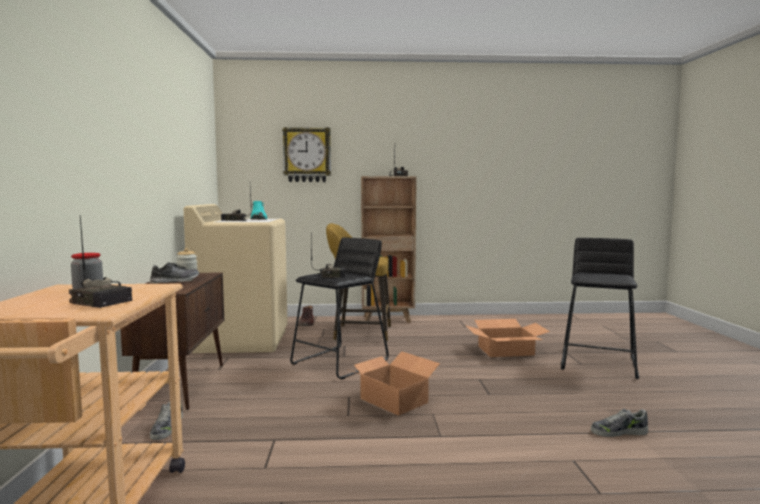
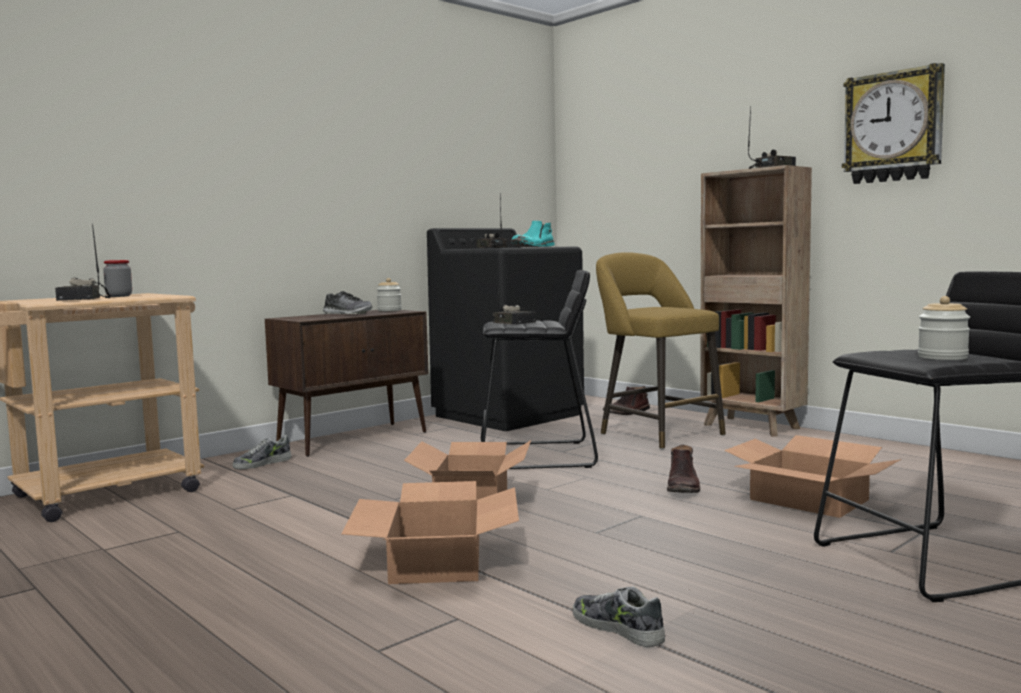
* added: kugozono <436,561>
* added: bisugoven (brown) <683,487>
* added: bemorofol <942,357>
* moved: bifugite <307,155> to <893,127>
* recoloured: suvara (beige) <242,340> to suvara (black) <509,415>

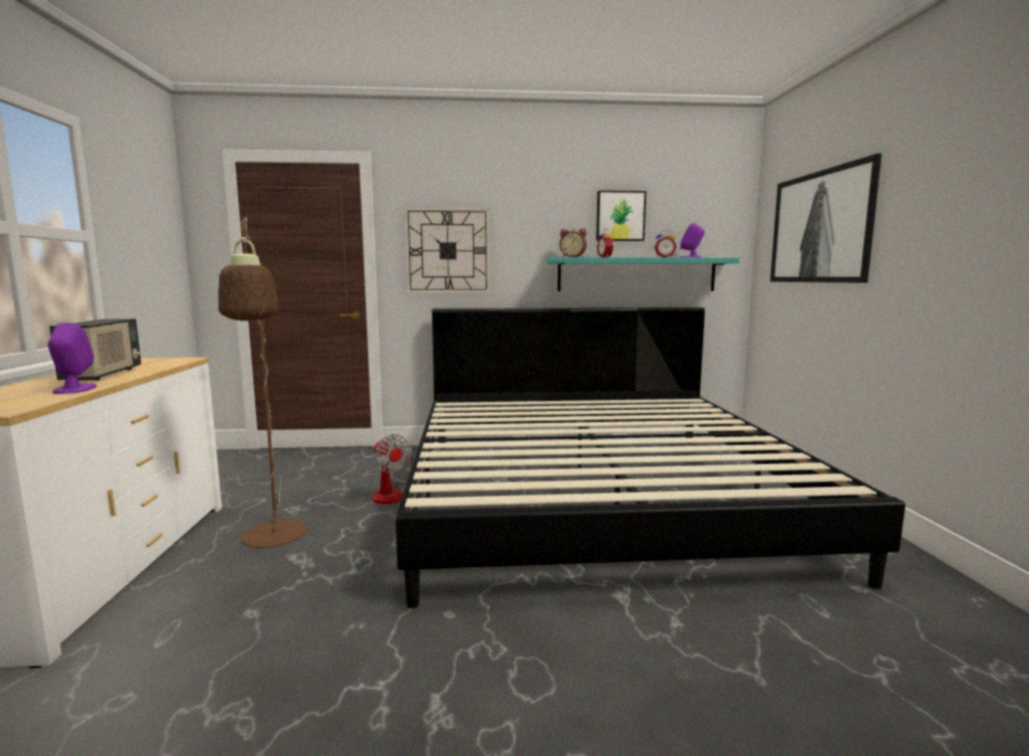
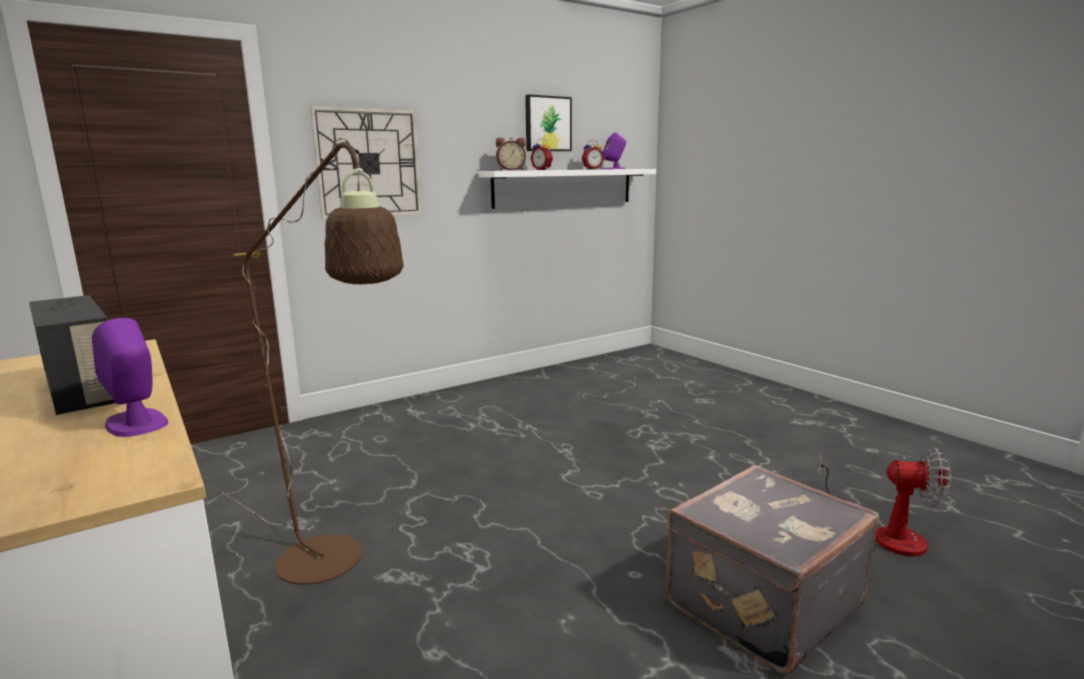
* removed: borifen <596,496>
* removed: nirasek <819,227>
* added: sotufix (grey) <759,603>
* moved: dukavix <392,493> to <884,533>
* recoloured: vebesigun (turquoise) <636,274> to vebesigun (white) <564,187>

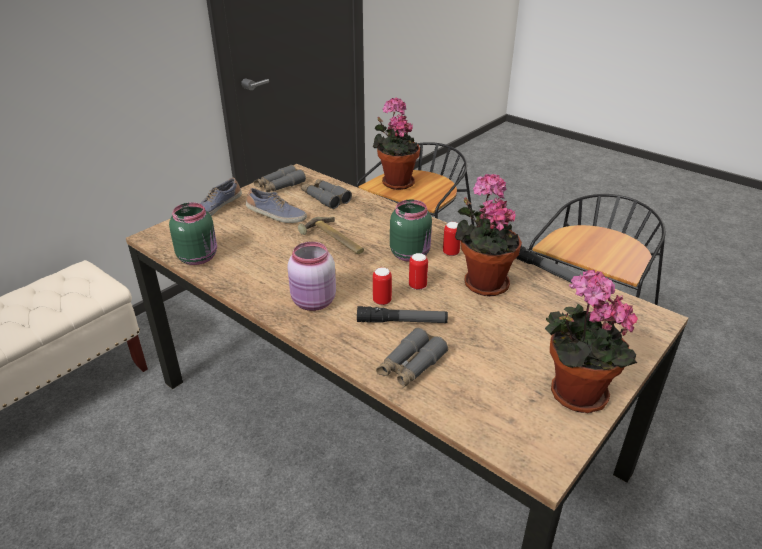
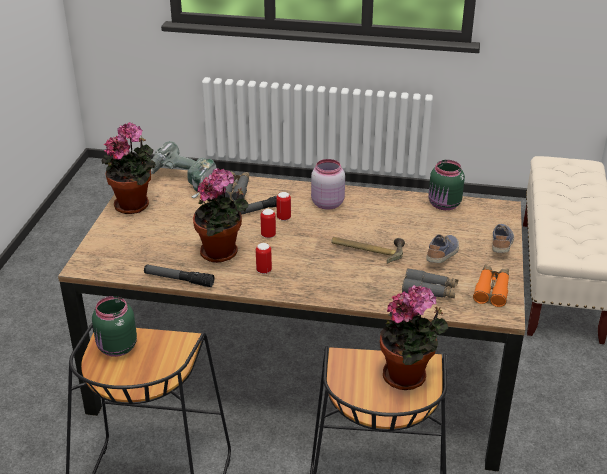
* added: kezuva <180,182>
* moved: bemorofol (green) <411,254> to <116,348>
* recoloured: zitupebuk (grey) <279,186> to zitupebuk (orange) <492,290>
* turned: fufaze <276,216> = <443,255> 135 degrees clockwise

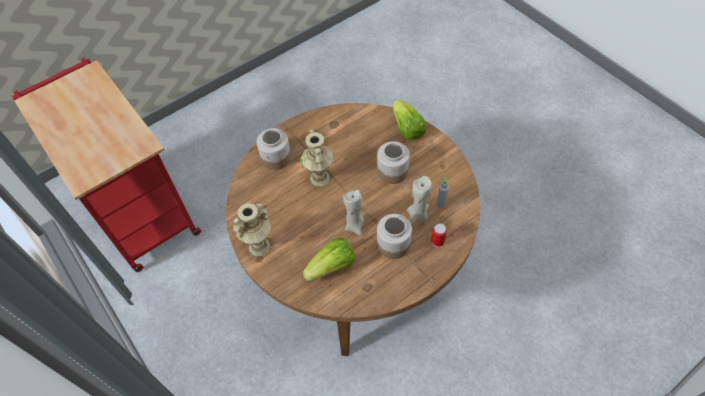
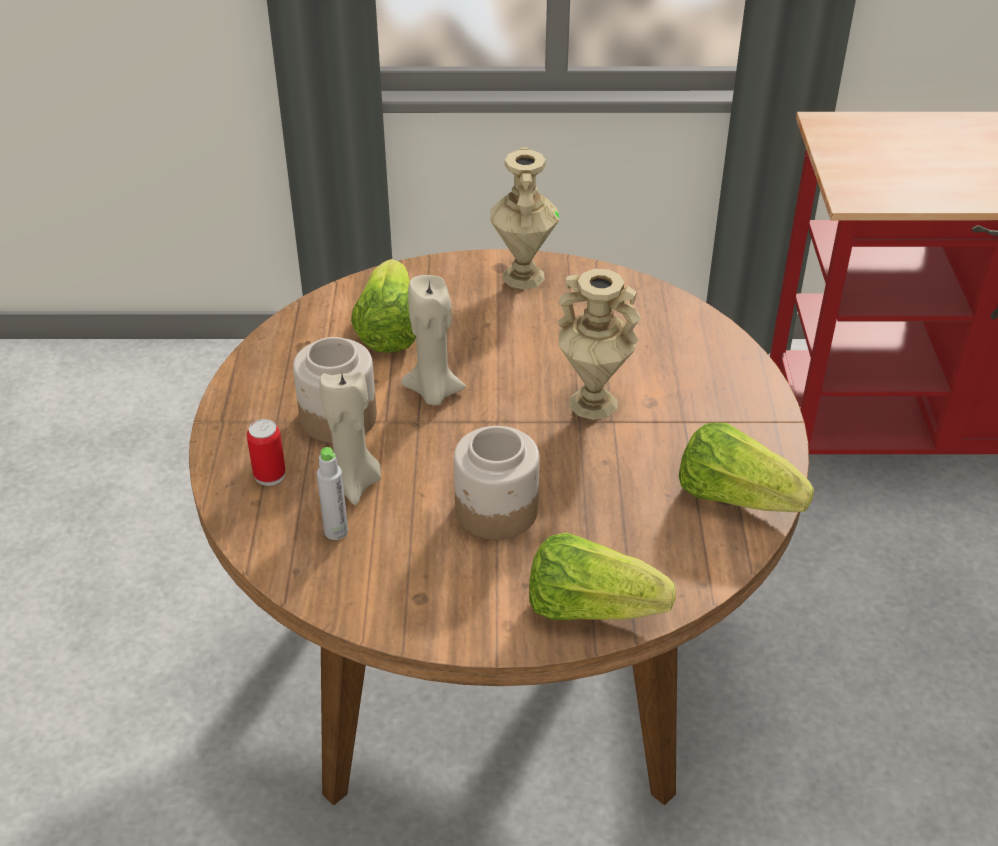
* removed: bemorofol <276,158>
* added: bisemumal <735,497>

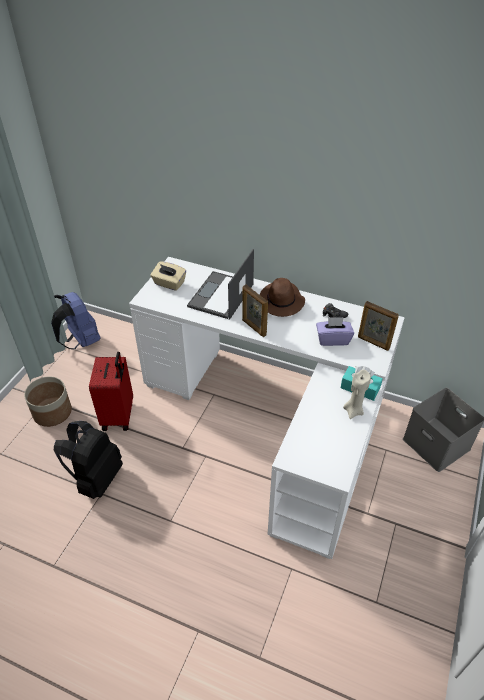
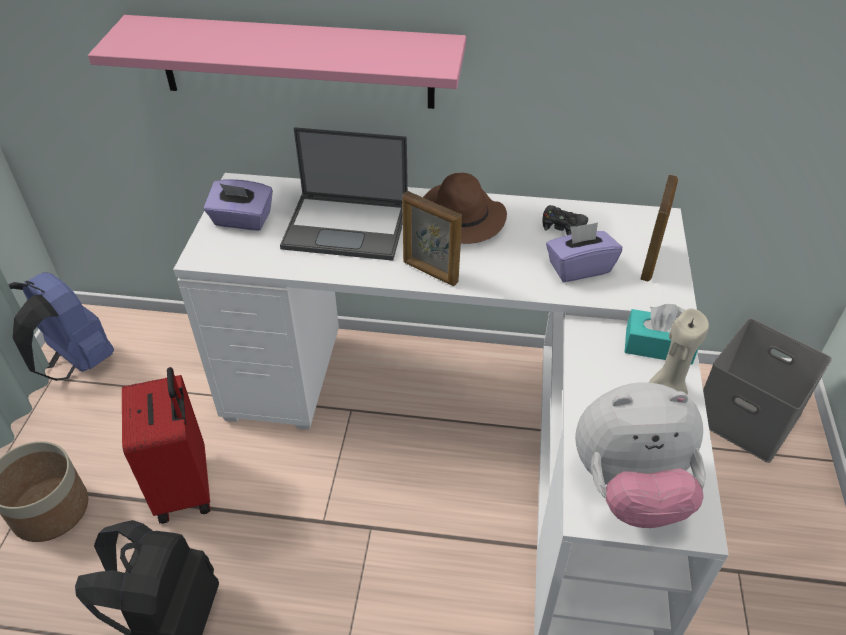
* added: vebesigun (pink) <296,62>
* added: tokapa <630,488>
* recoloured: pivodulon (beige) <169,284> to pivodulon (purple) <242,220>
* turned: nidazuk <221,296> = <348,226> 90 degrees counterclockwise
* turned: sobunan <373,343> = <650,261> 90 degrees counterclockwise

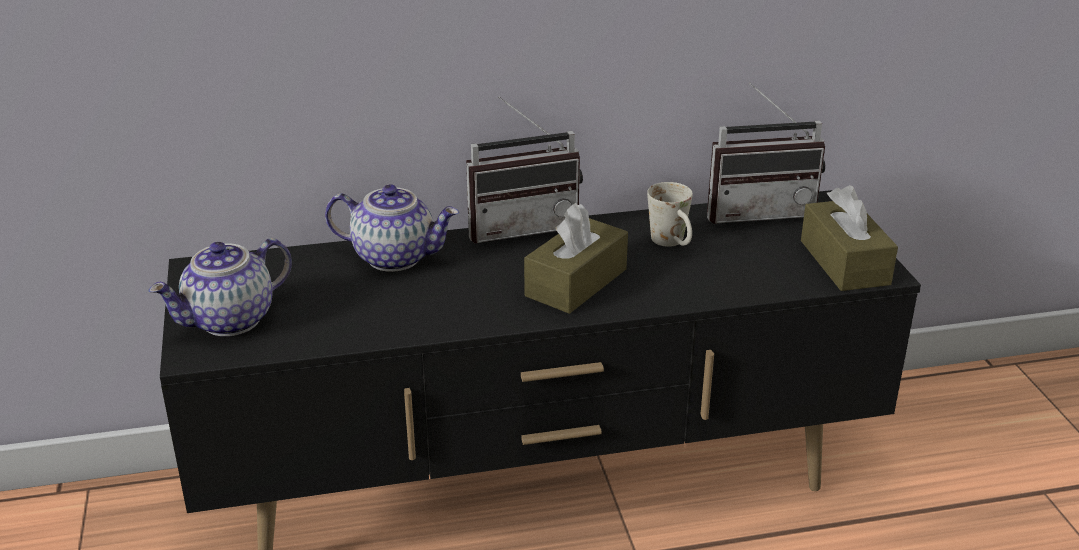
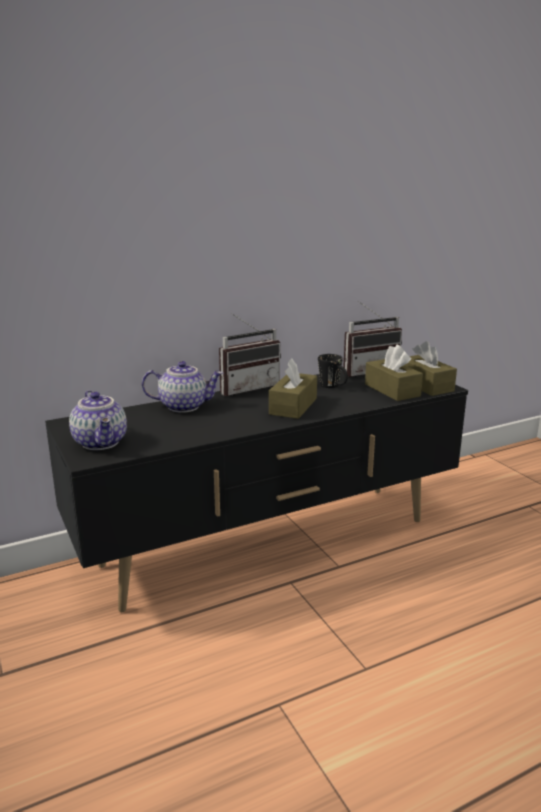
* added: pivodulon (brown) <392,390>
* recoloured: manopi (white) <673,243> to manopi (black) <333,386>
* turned: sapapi <230,321> = <102,442> 60 degrees counterclockwise

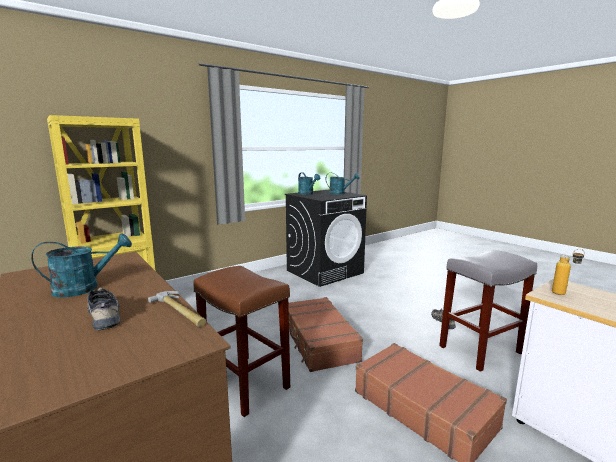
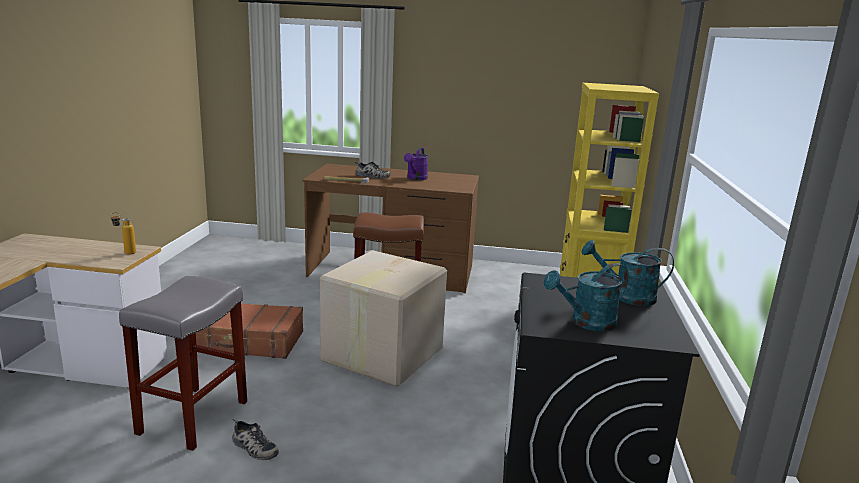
* replaced: sotufix (brown) <318,341> to kugozono <381,355>
* recoloured: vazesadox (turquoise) <85,288> to vazesadox (purple) <416,178>

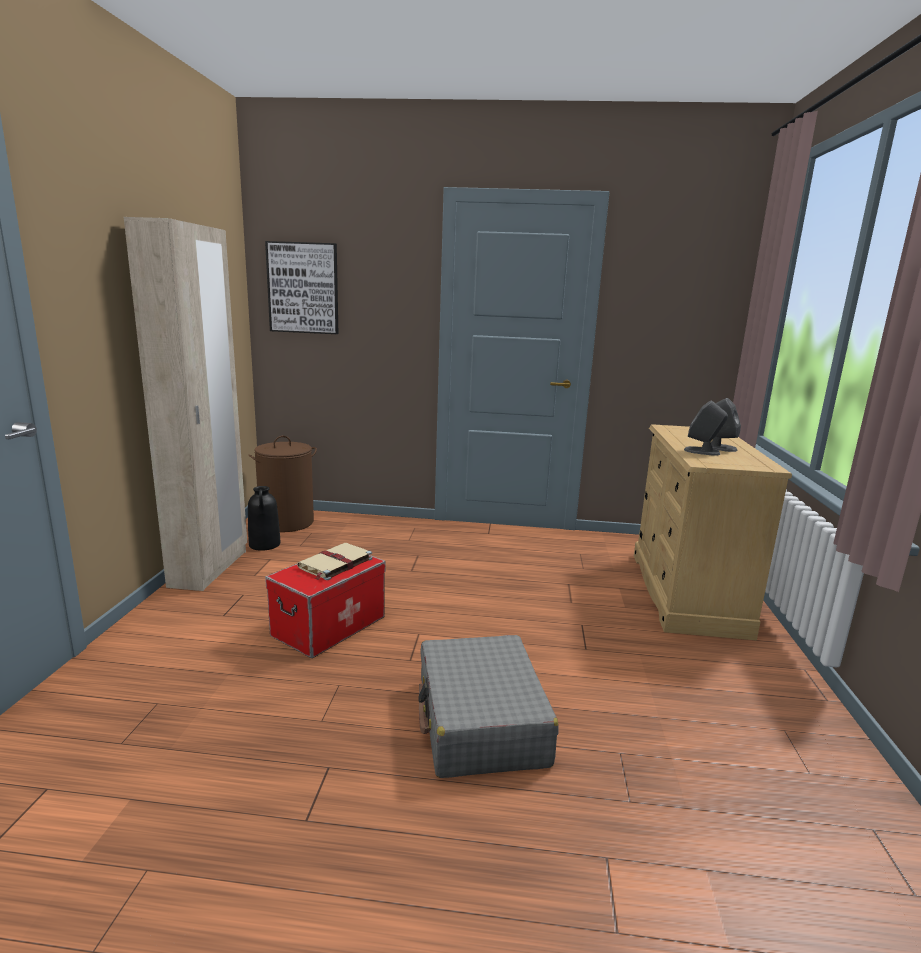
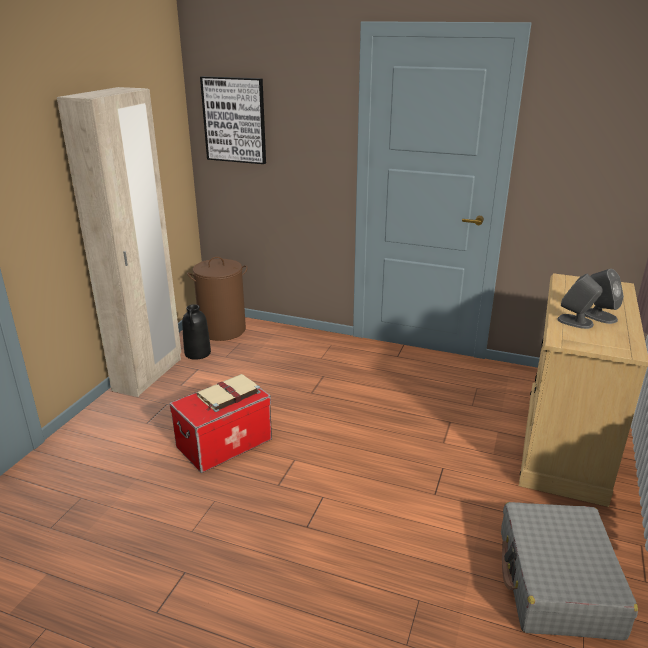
* moved: sotufix (grey) <480,722> to <557,582>

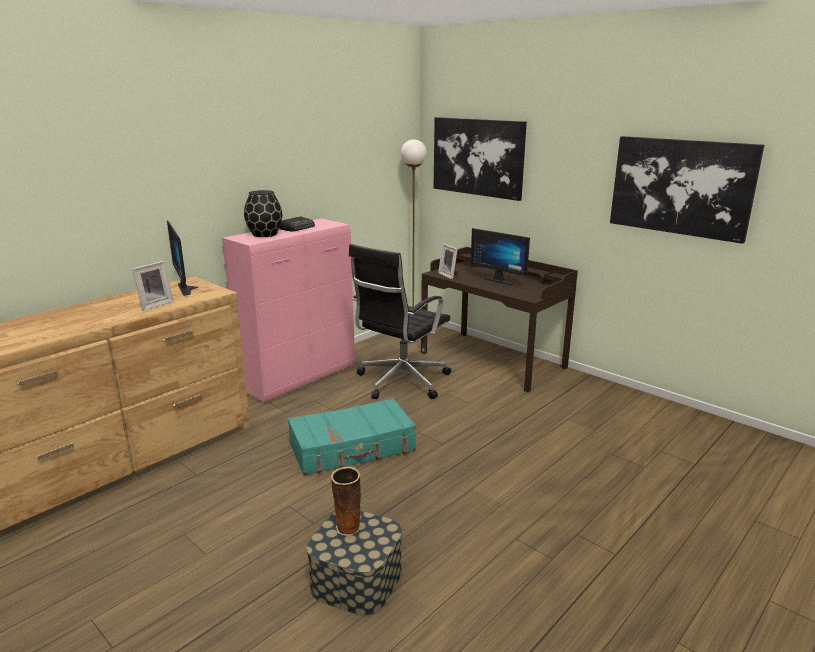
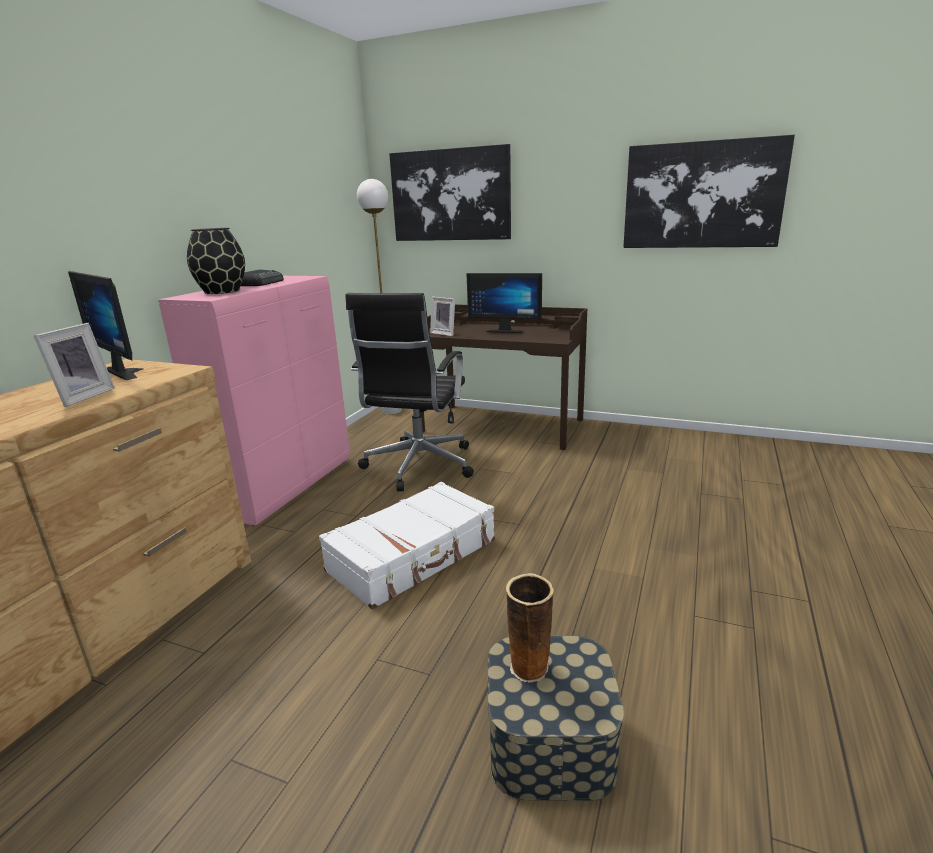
* recoloured: sotufix (turquoise) <352,448> to sotufix (white) <413,556>

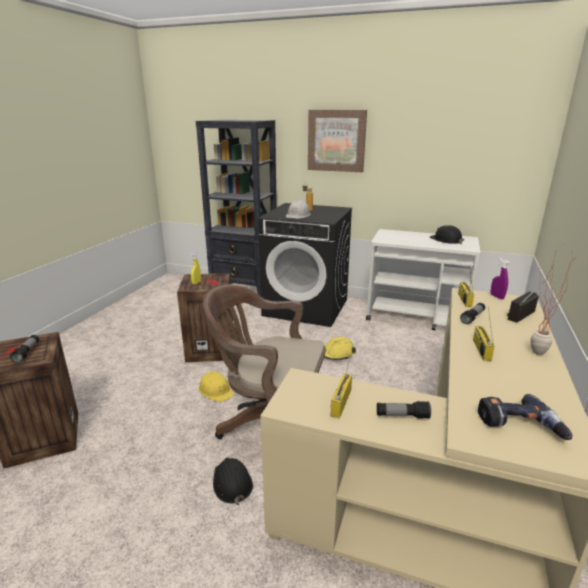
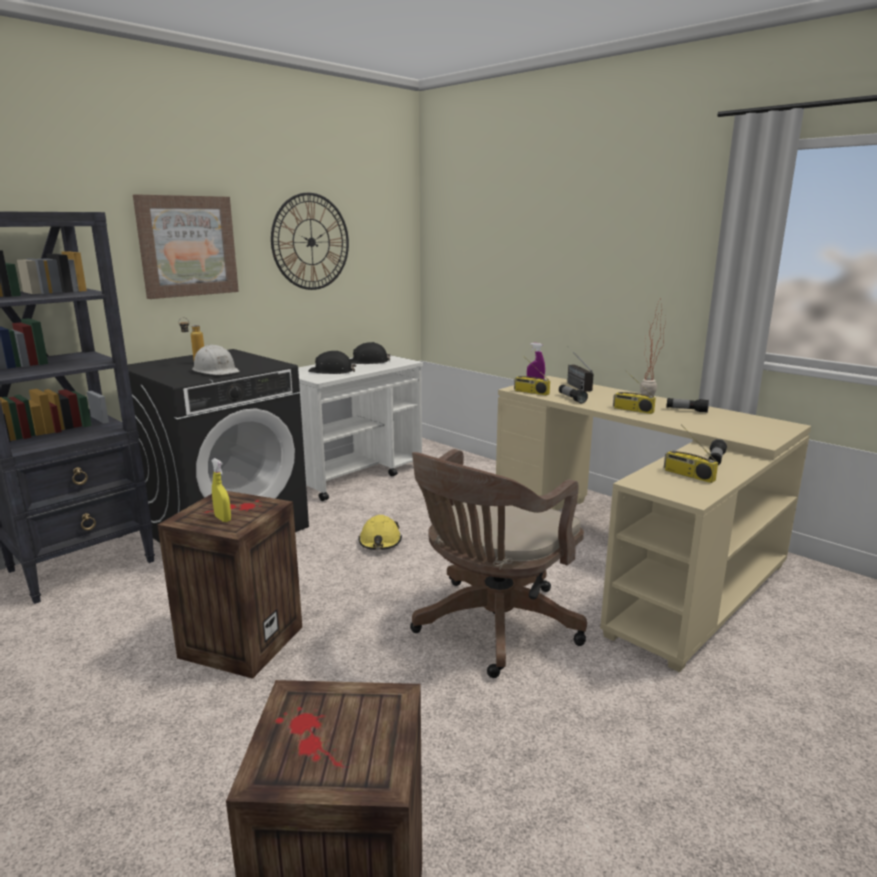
* removed: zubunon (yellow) <216,390>
* removed: kezuva <519,427>
* added: bifugite <311,242>
* moved: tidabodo <27,352> to <686,410>
* moved: zubunon (black) <232,483> to <331,371>

